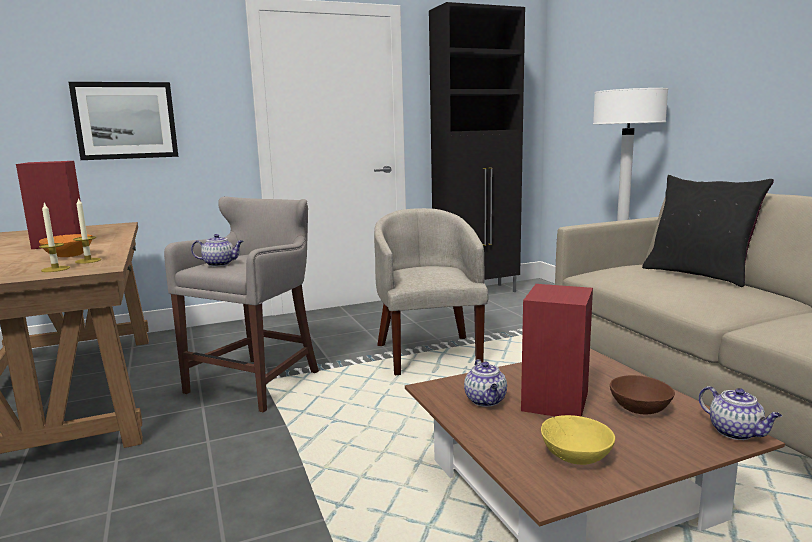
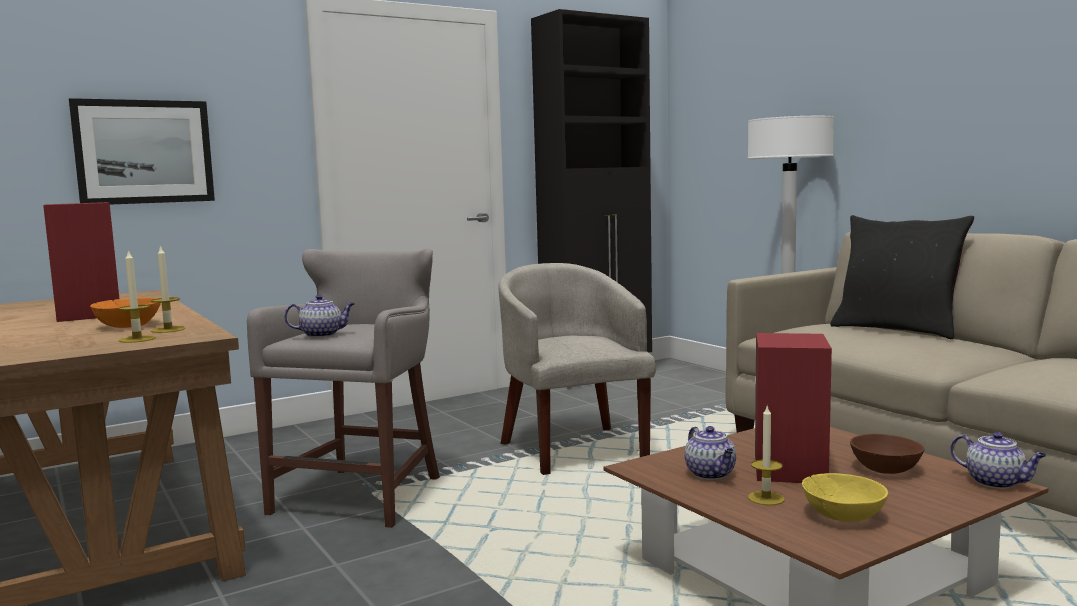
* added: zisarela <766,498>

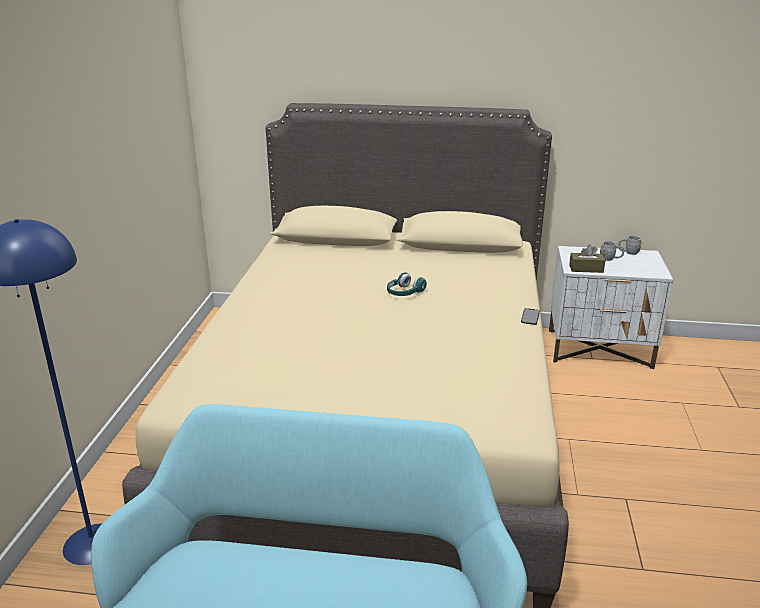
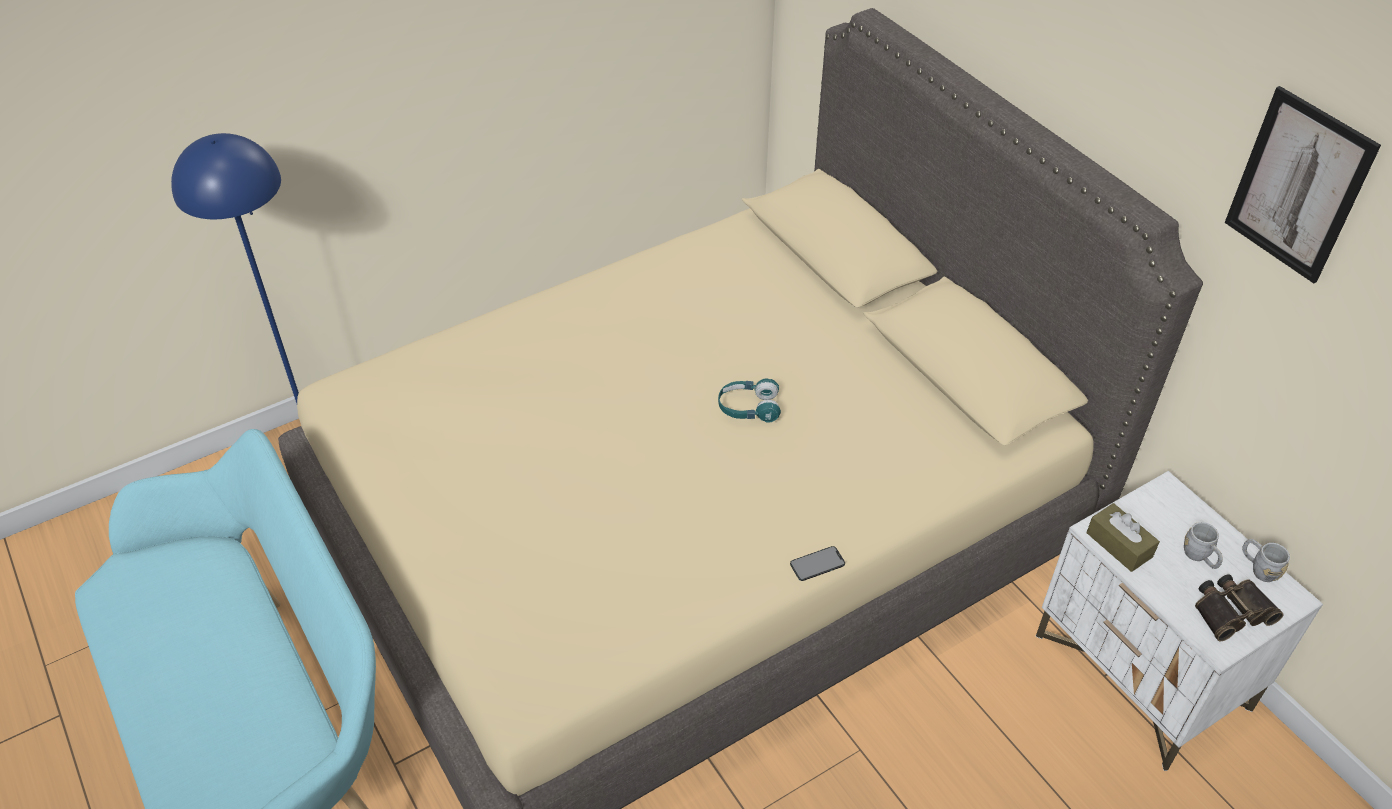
* added: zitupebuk <1231,610>
* added: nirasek <1298,185>

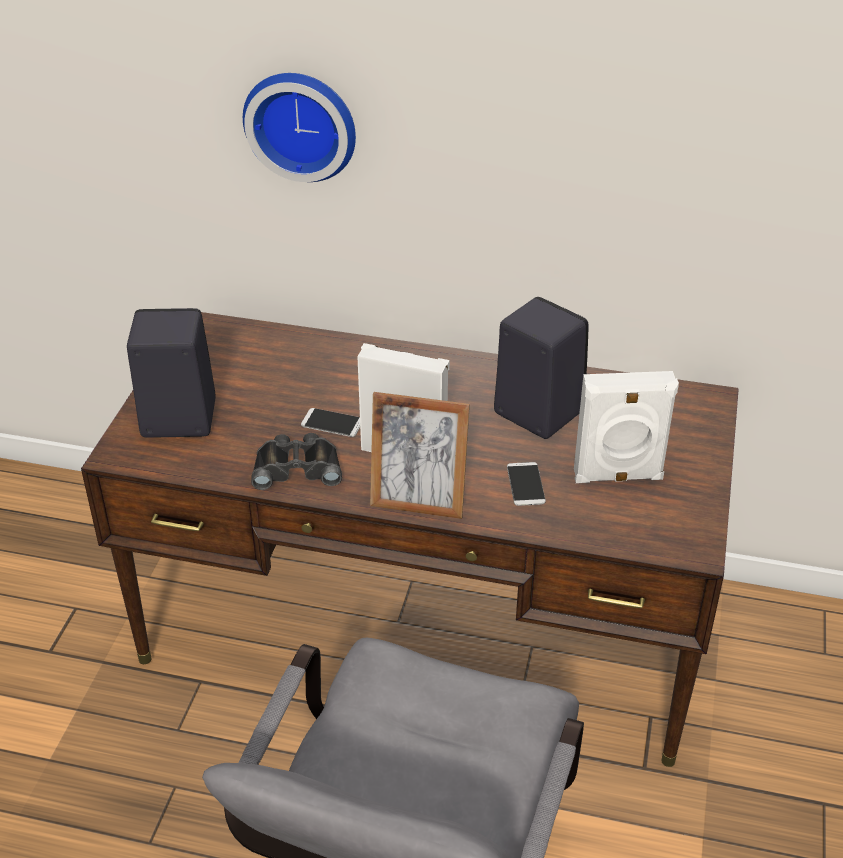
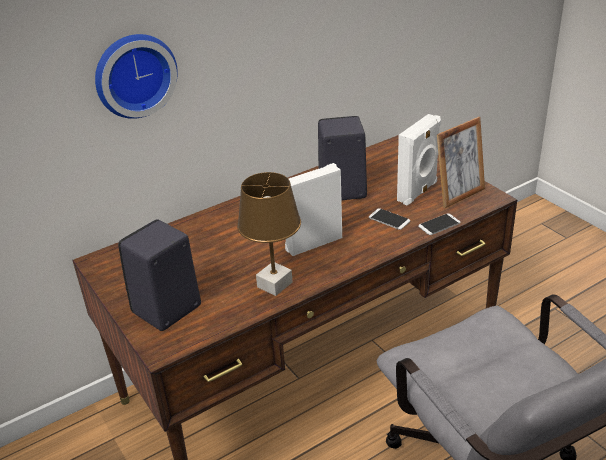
* moved: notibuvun <332,423> to <439,225>
* moved: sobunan <418,503> to <459,195>
* replaced: zitupebuk (black) <297,467> to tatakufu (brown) <275,285>

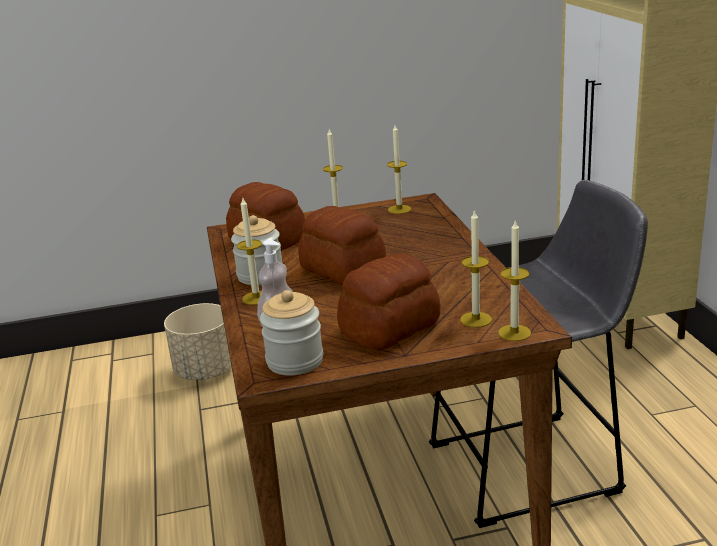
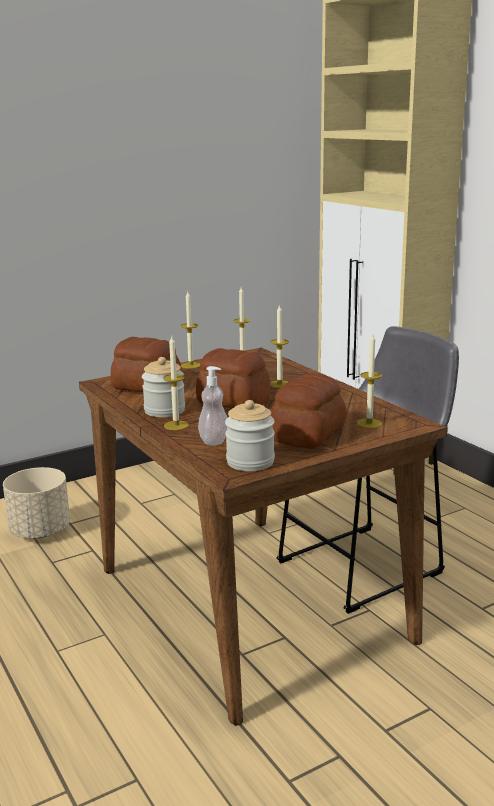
* moved: zisarela <514,333> to <279,384>

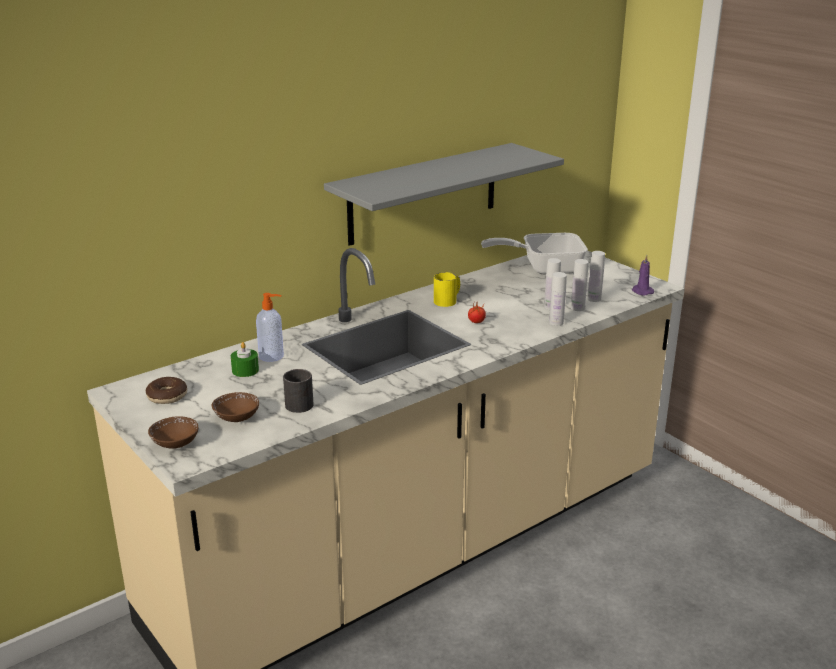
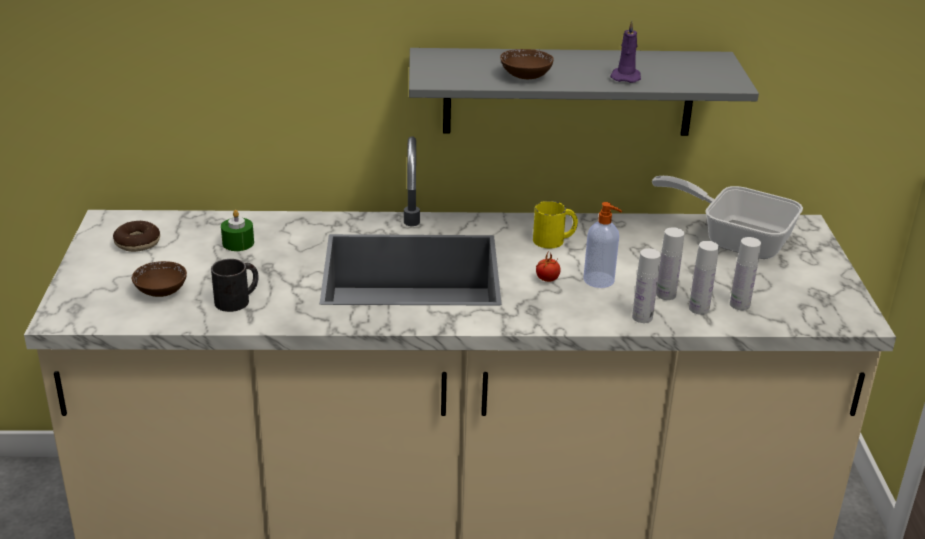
* moved: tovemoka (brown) <175,443> to <525,76>
* moved: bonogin <272,356> to <599,280>
* moved: zisarela (purple) <641,291> to <625,77>

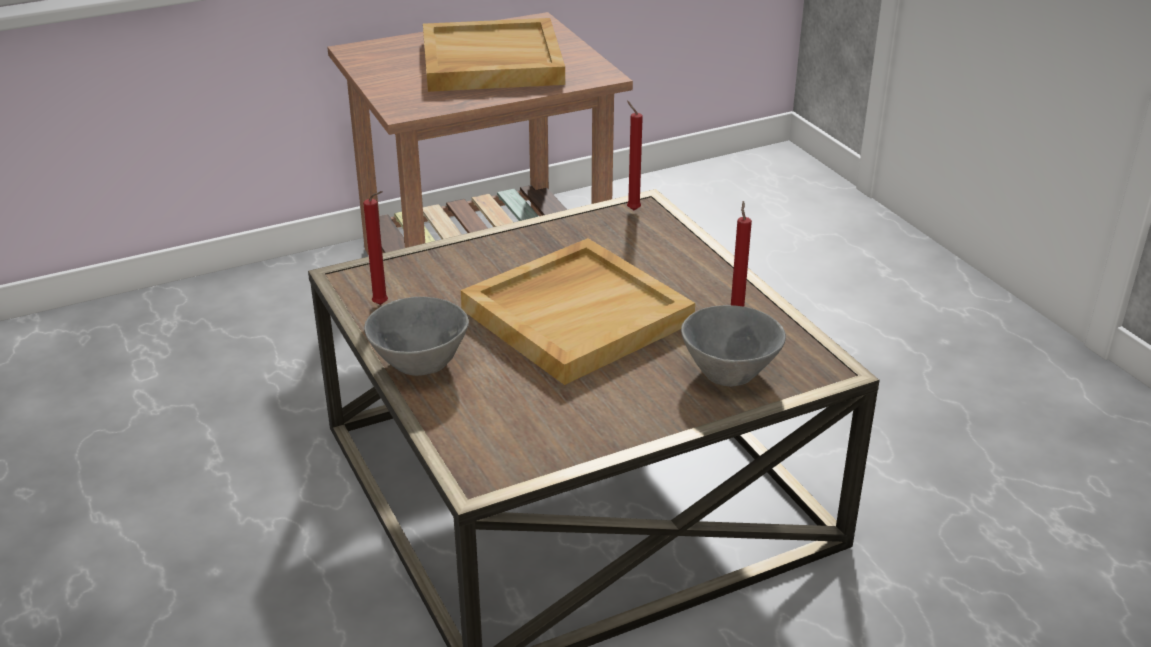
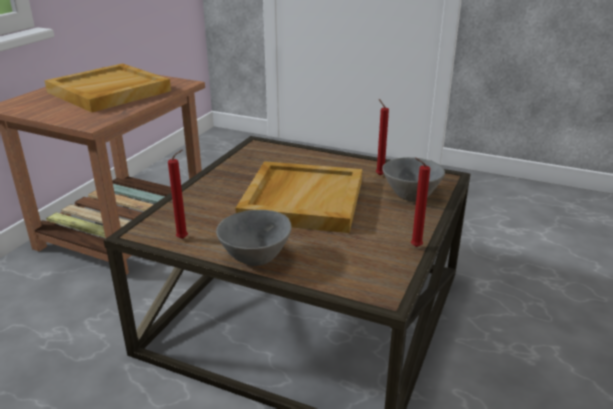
* moved: zisarela (red) <632,209> to <414,246>

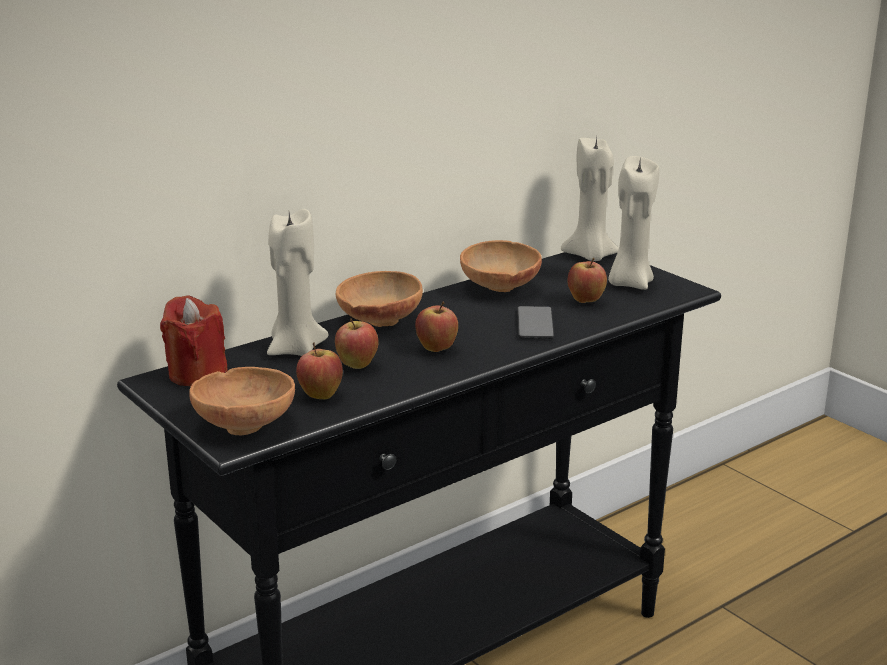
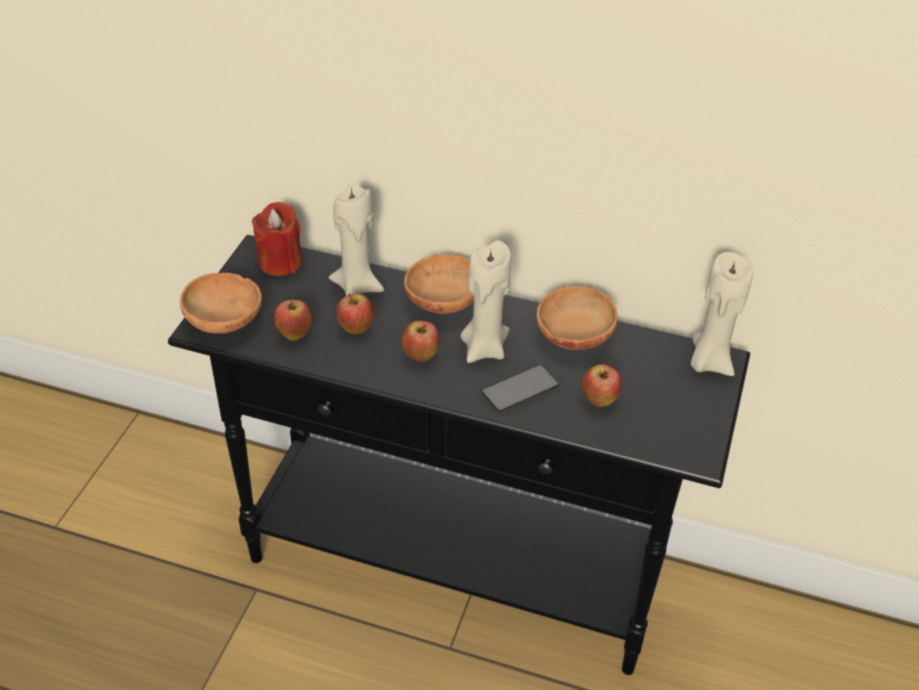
* moved: zisarela (beige) <629,283> to <484,348>

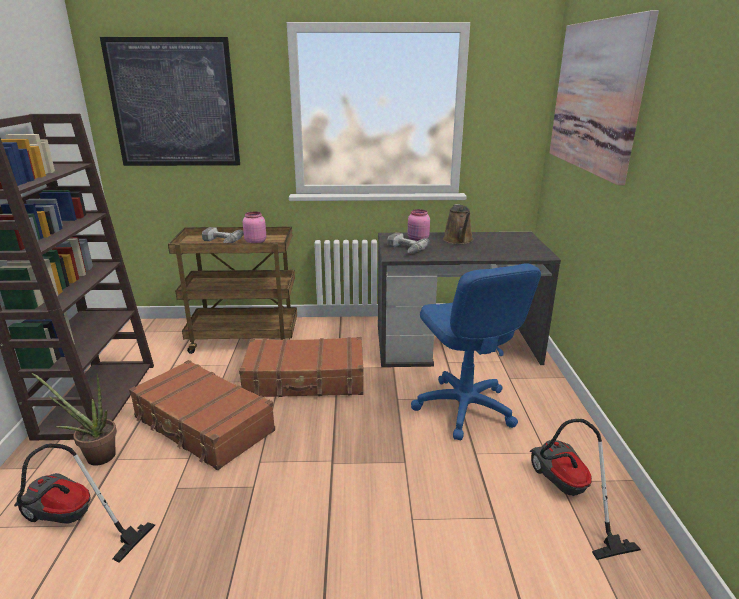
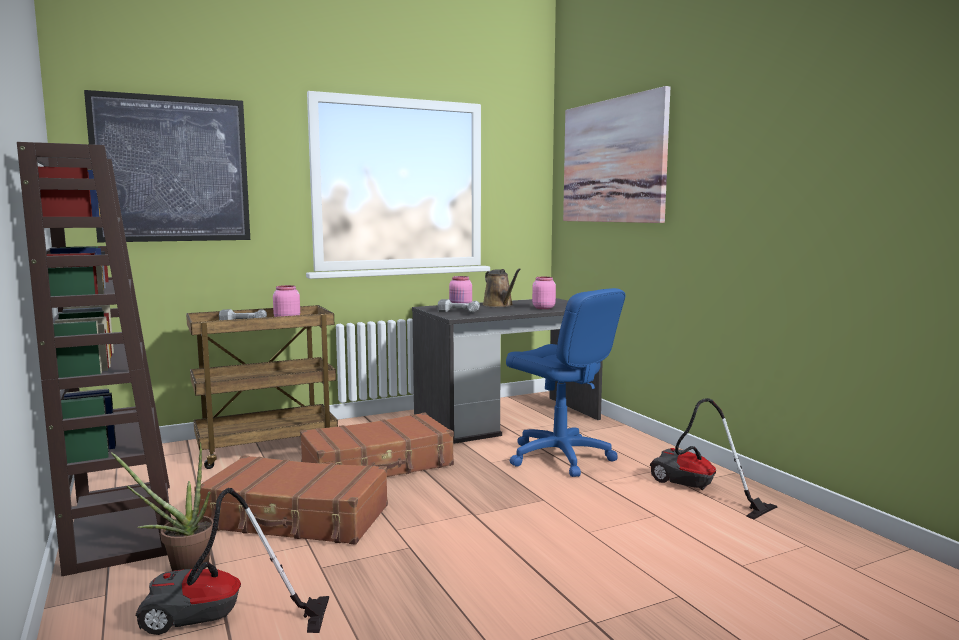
* added: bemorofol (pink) <543,308>

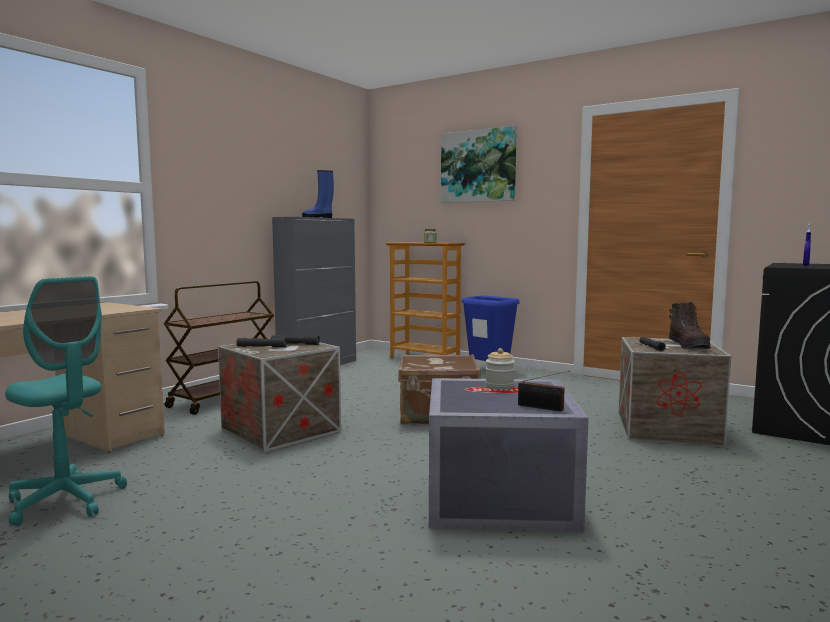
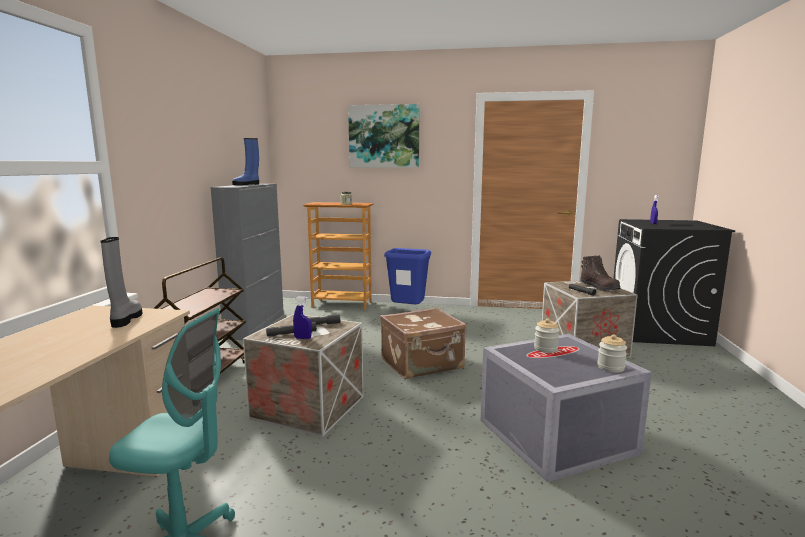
* added: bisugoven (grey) <126,319>
* added: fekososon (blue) <302,338>
* replaced: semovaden <543,408> to bemorofol <610,367>

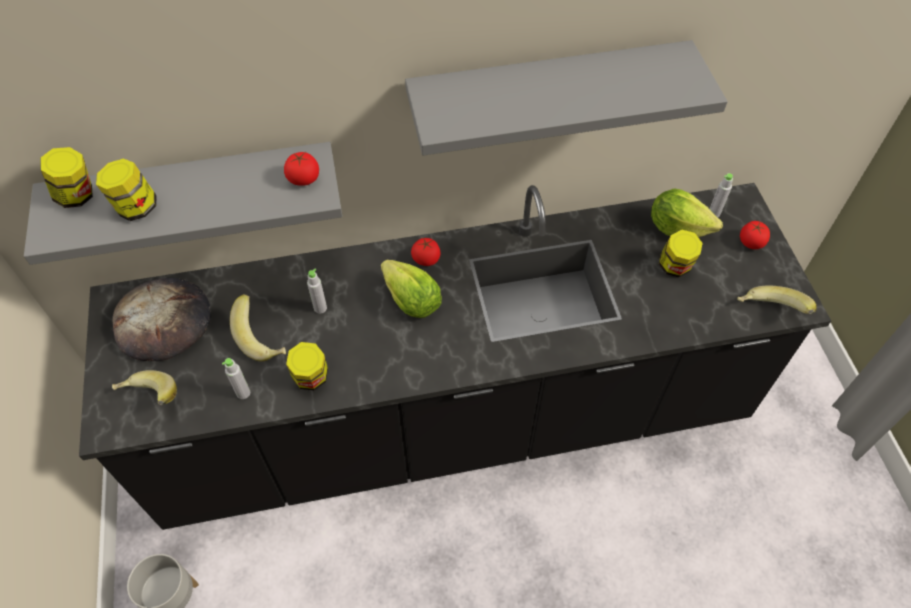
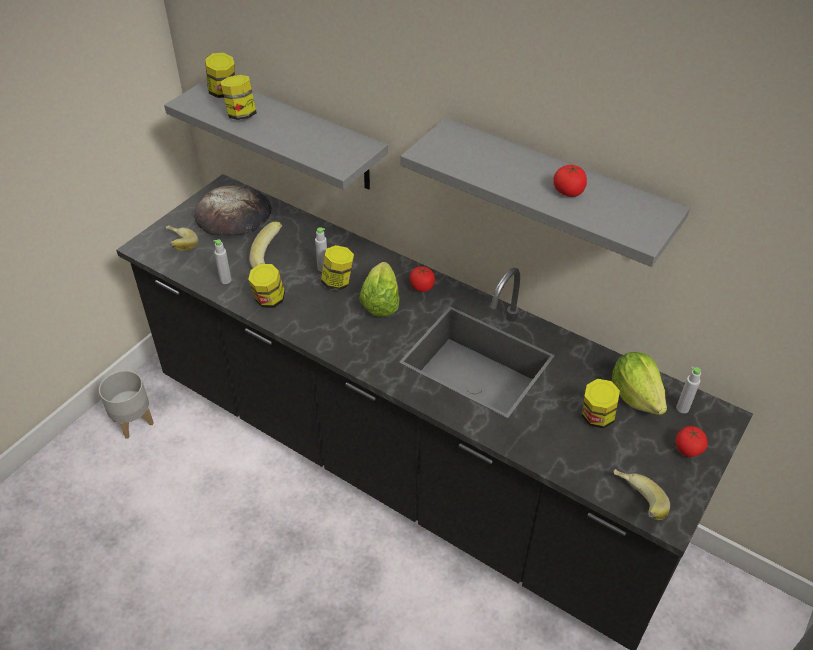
* added: bemorofol <338,282>
* moved: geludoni <303,179> to <568,192>

